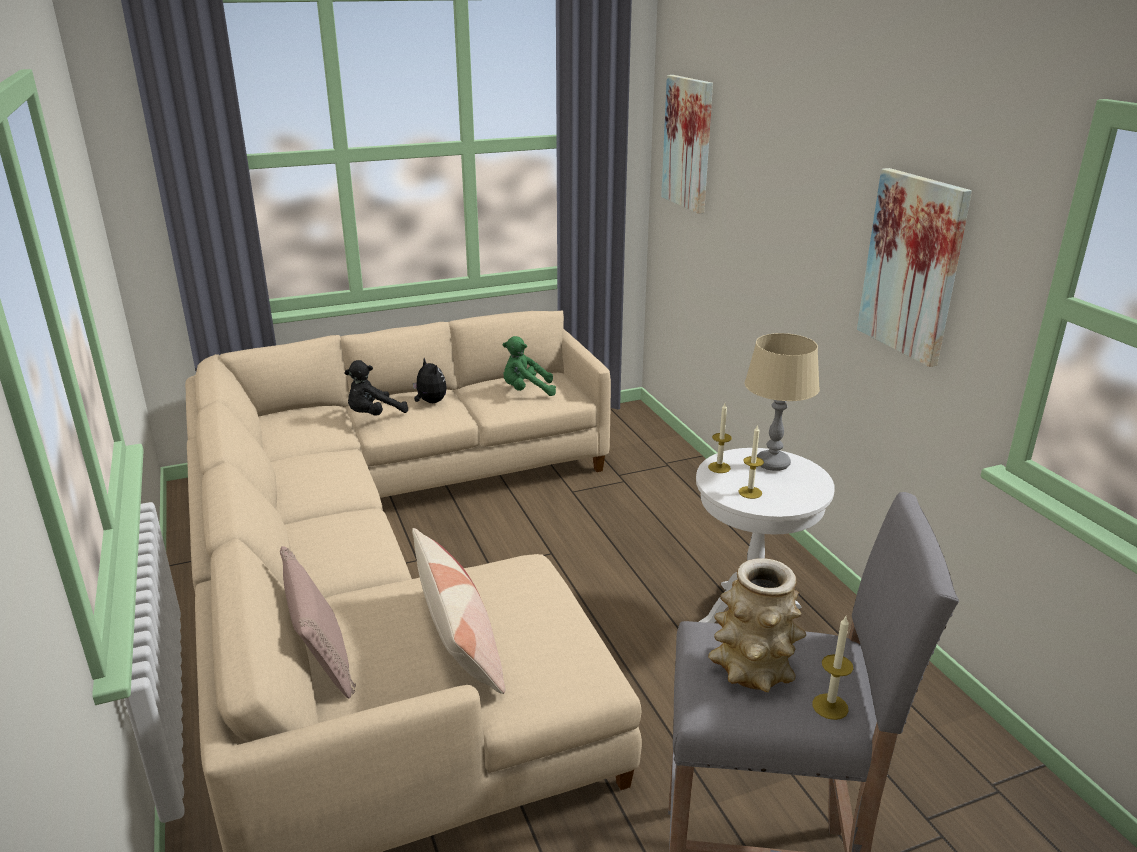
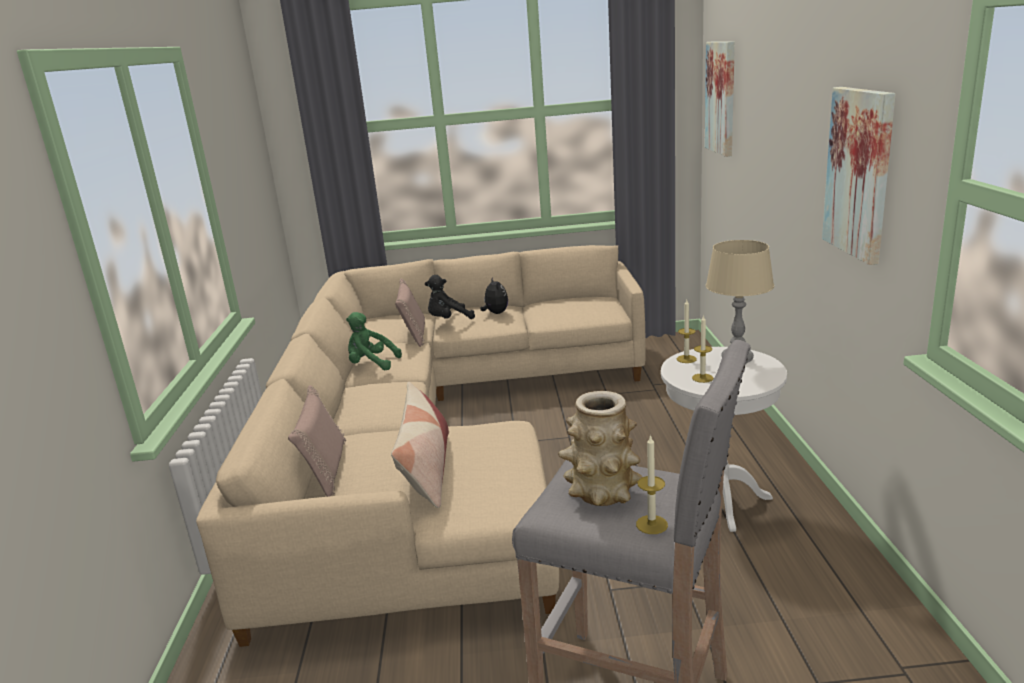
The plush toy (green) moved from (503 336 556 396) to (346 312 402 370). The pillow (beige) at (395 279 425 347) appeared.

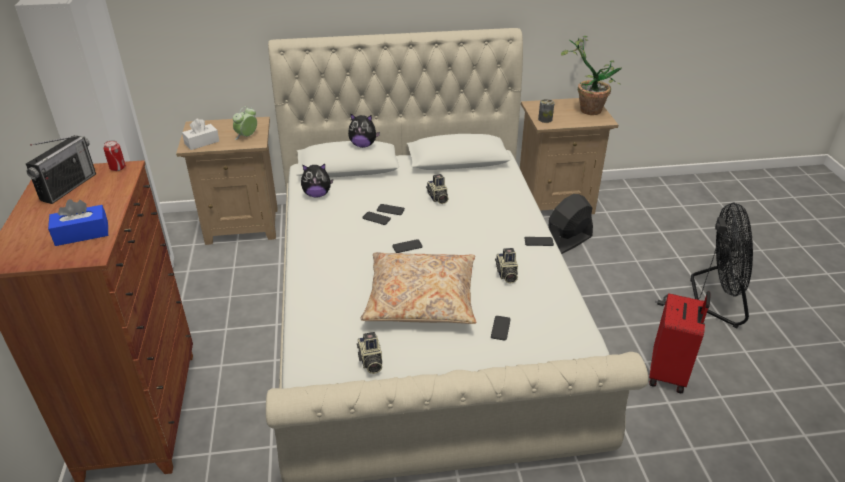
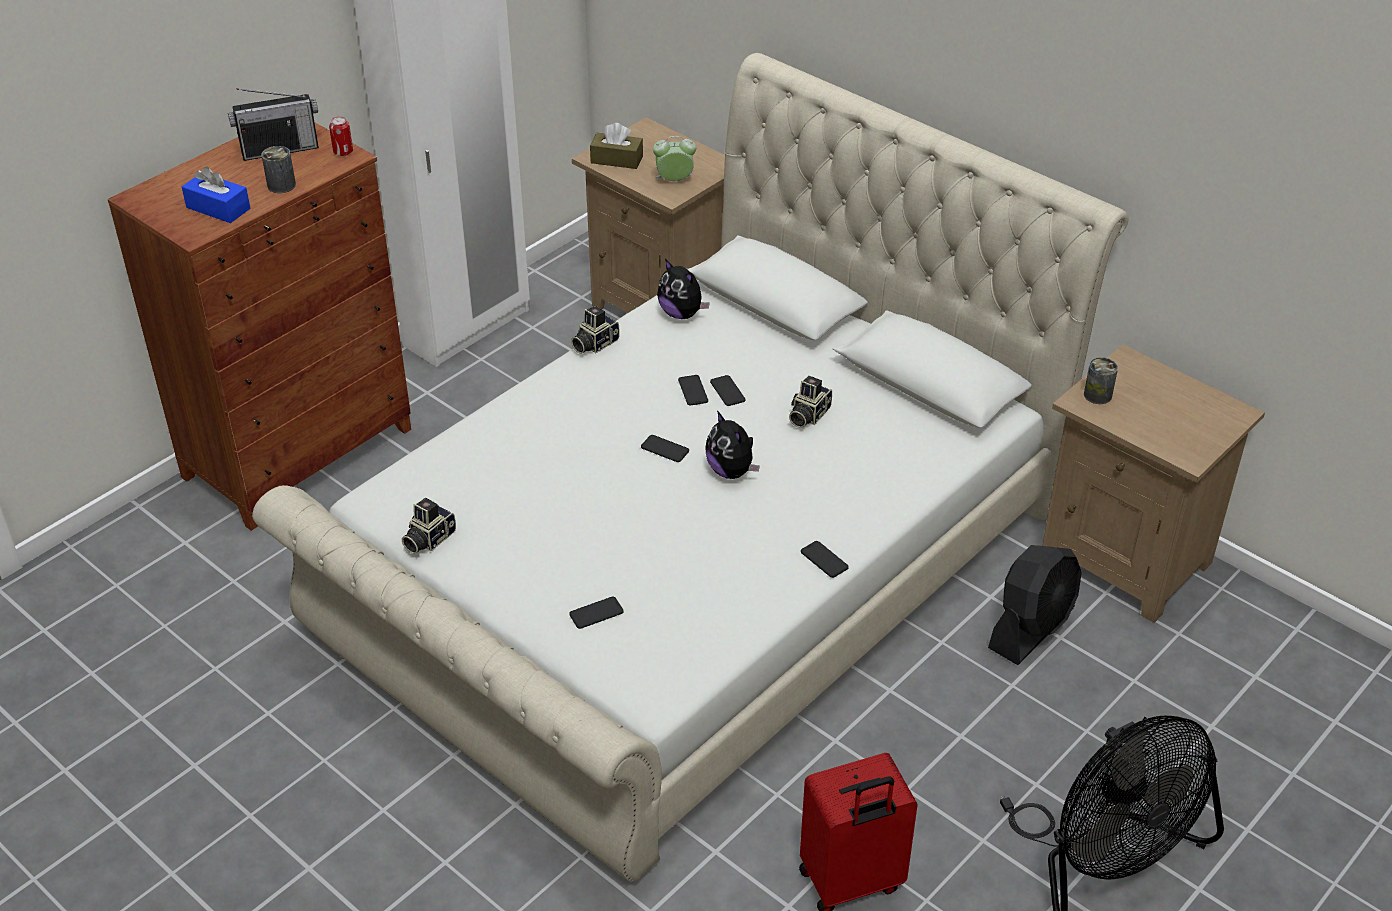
The potted plant at (561 36 622 115) disappeared. The plush toy moved from (348 114 380 148) to (705 410 760 479). The tissue box (white) at (182 118 219 150) became the tissue box (brown) at (590 123 643 169). The fan (black) at (549 194 593 254) turned 120 degrees clockwise. The photo camera moved from (495 248 518 284) to (571 305 620 354). The pillow (beige) at (360 252 476 324) disappeared. The can at (261 146 296 193) appeared.

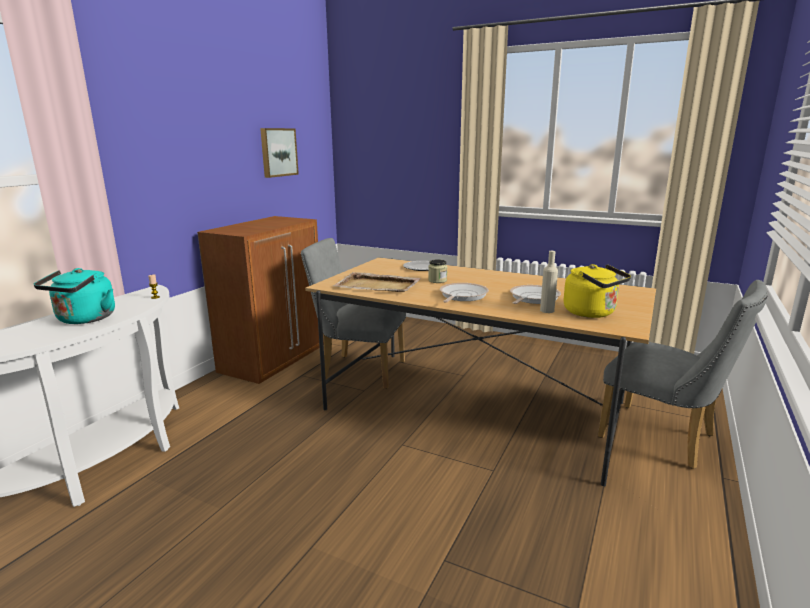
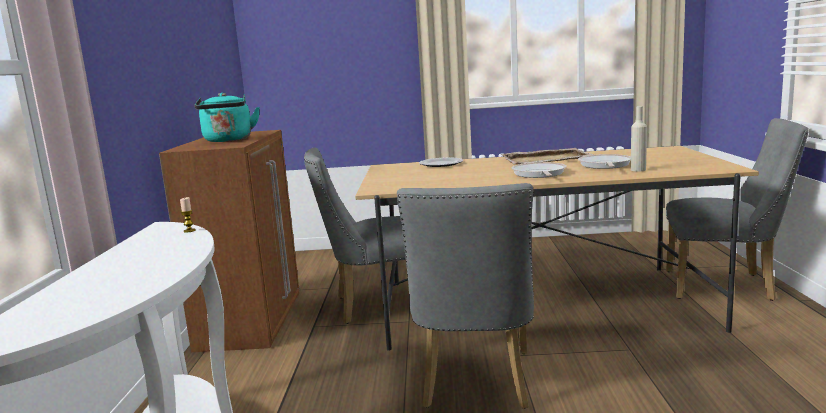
The picture at (260 128 299 178) disappeared. The jar at (428 259 447 283) disappeared. The kettle (yellow) at (563 264 631 318) disappeared. The kettle (turquoise) moved from (34 268 115 324) to (195 93 260 142). The tray (beige) moved from (333 272 421 292) to (500 148 594 164). The chair (grey) at (397 183 534 409) appeared.

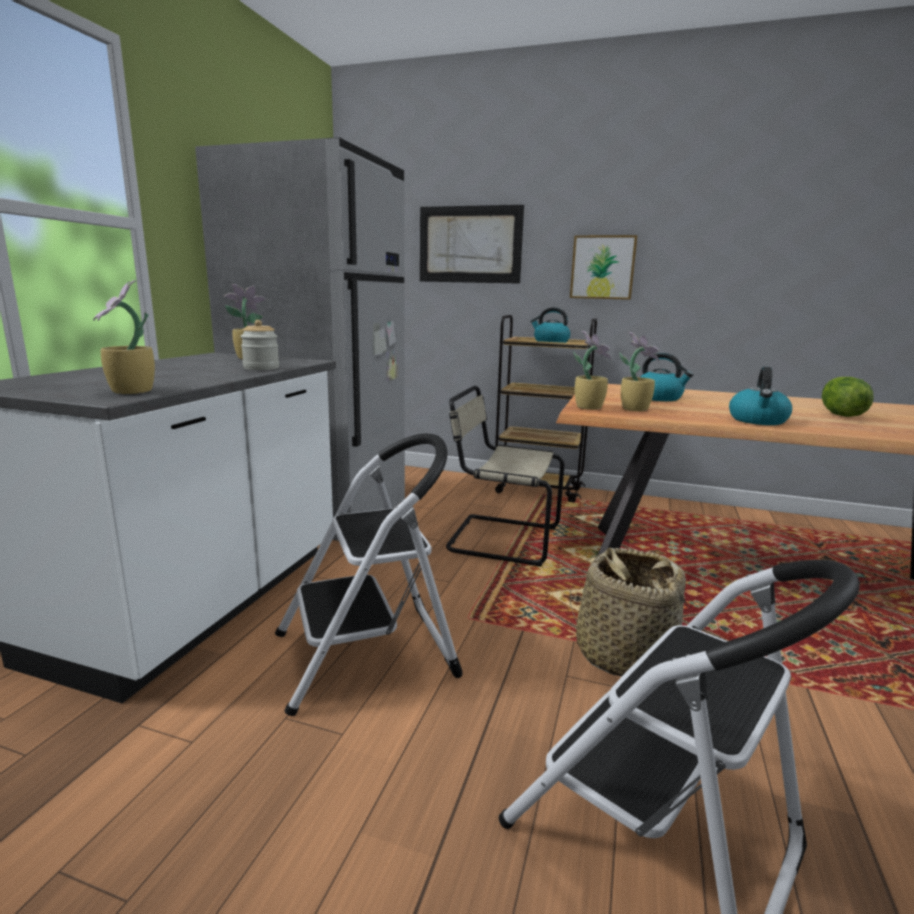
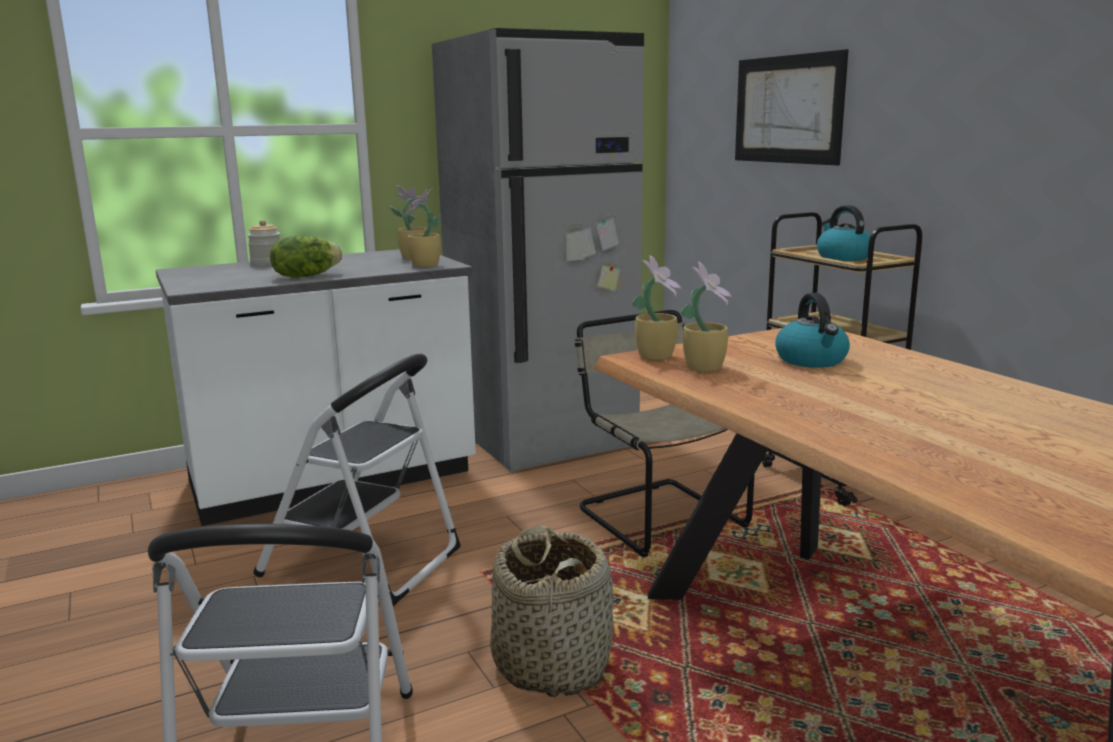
The picture at (570 235 638 300) disappeared. The potted plant moved from (93 280 155 394) to (403 189 441 267). The jar moved from (240 320 279 370) to (247 220 280 265). The kettle at (729 367 792 425) disappeared. The lettuce moved from (822 377 874 417) to (270 235 342 277).

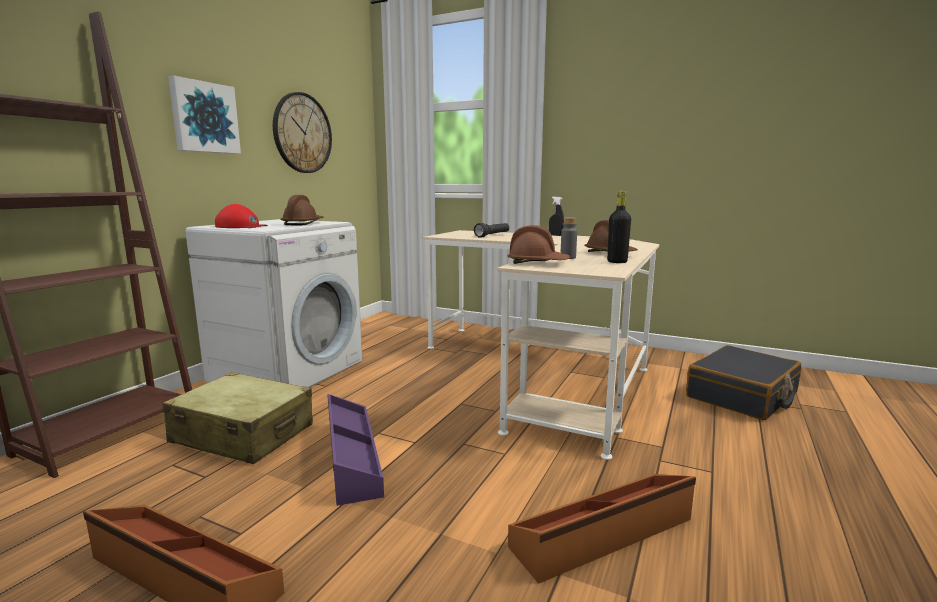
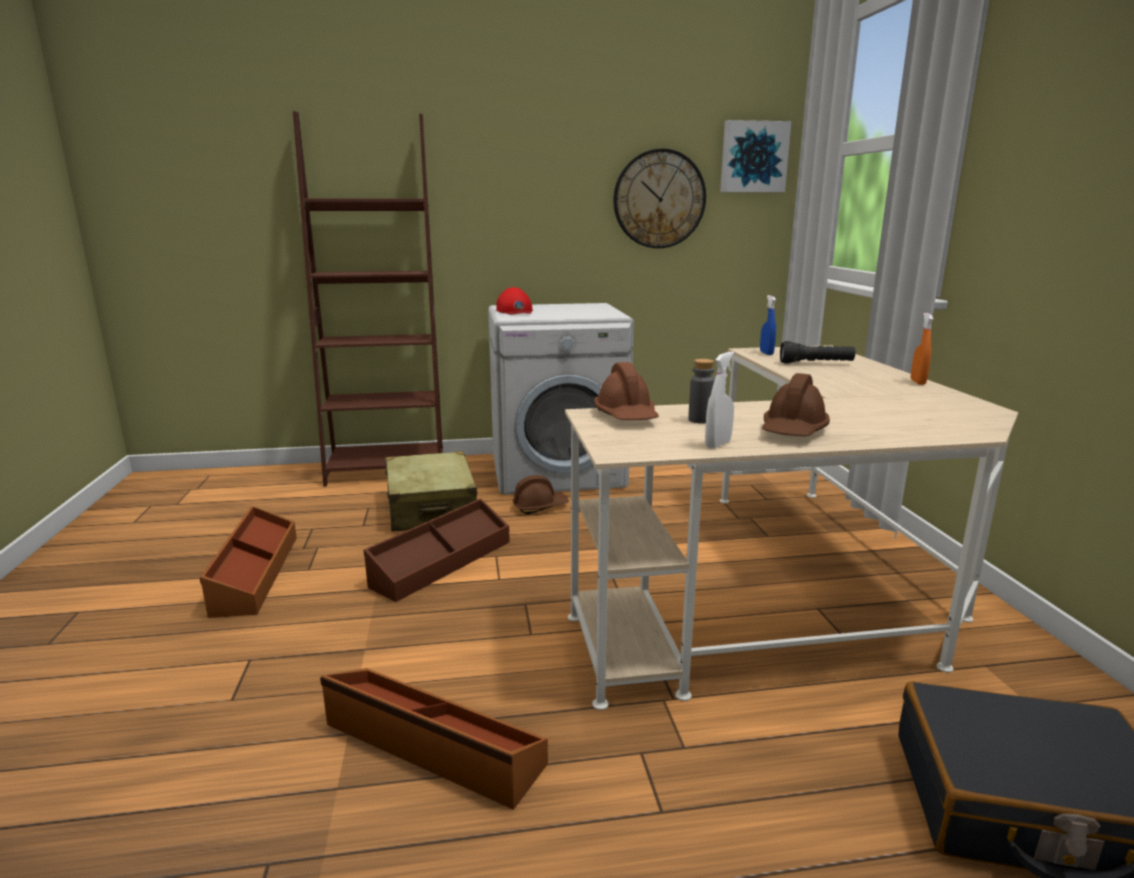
The picture moved from (168 76 241 154) to (720 120 792 192). The bottle (black) at (607 191 631 263) was replaced by the spray bottle (white) at (705 352 734 448). The hard hat (brown) moved from (280 195 324 225) to (513 475 569 514). The spray bottle (black) at (549 196 564 236) became the spray bottle (orange) at (911 313 933 385). The storage box (purple) at (328 394 384 506) became the storage box (brown) at (364 498 510 602). The spray bottle (blue) at (760 295 776 355) appeared.

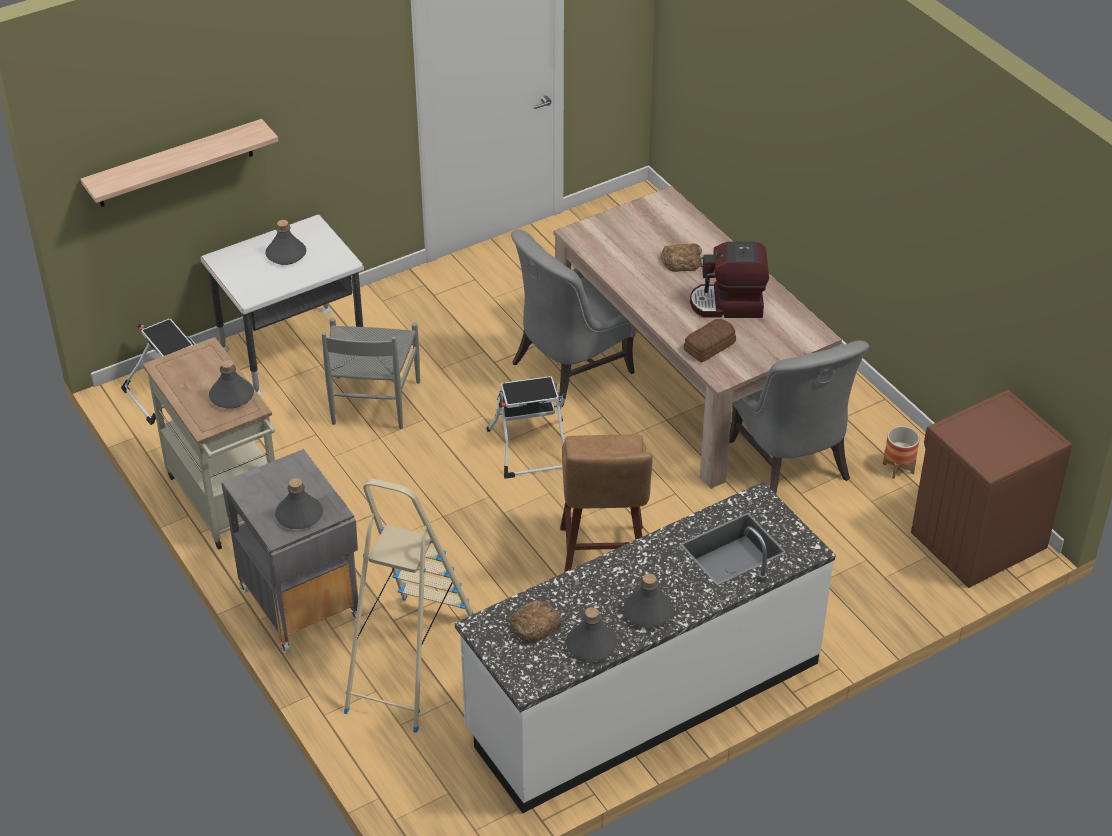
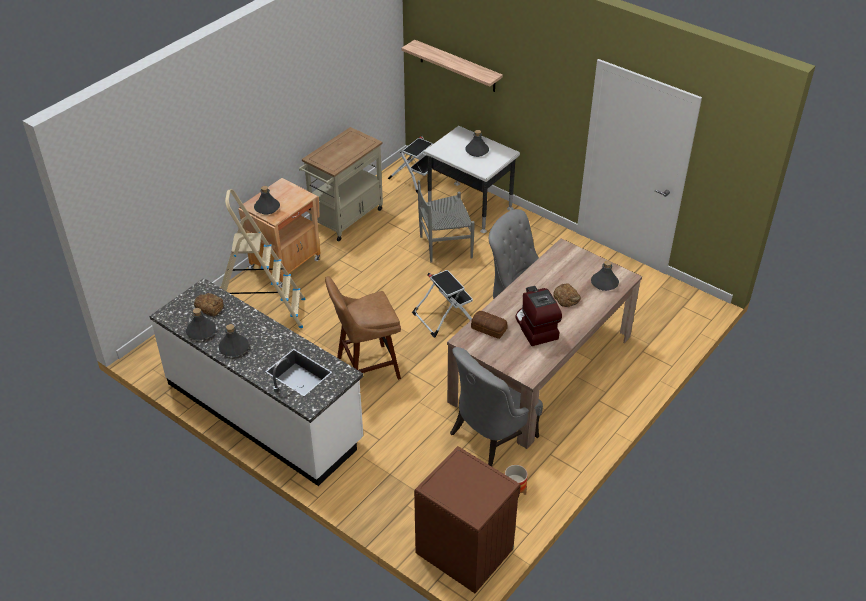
The bottle (grey) moved from (209 360 254 409) to (591 260 619 291). The cart (grey) at (221 449 362 653) became the cart (brown) at (238 178 321 288).

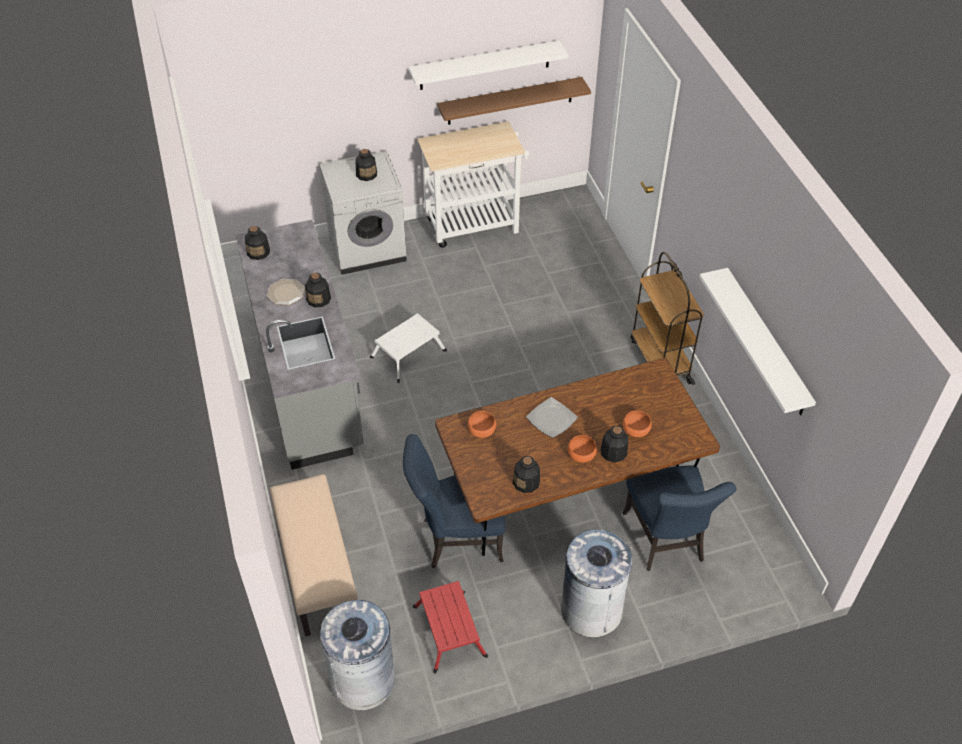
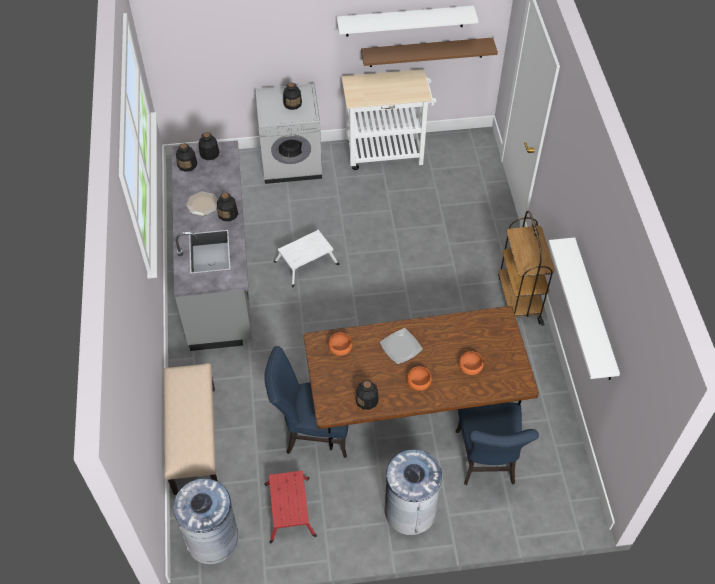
The bottle moved from (601 426 628 463) to (199 132 219 160).

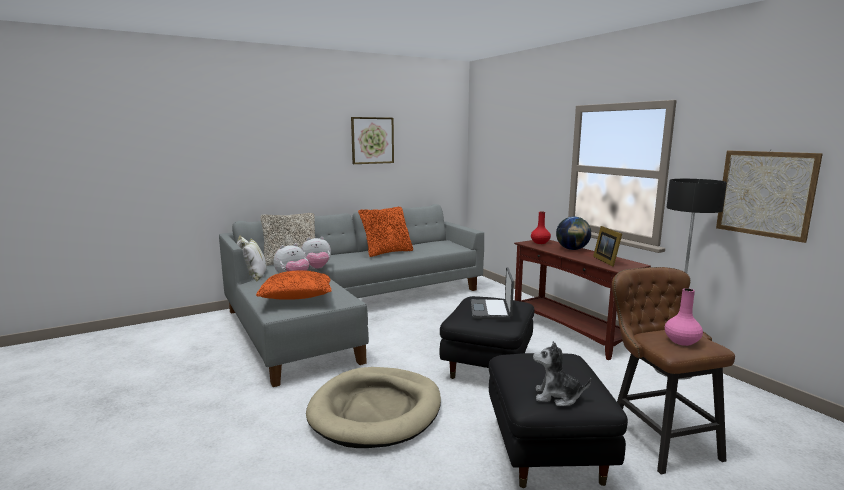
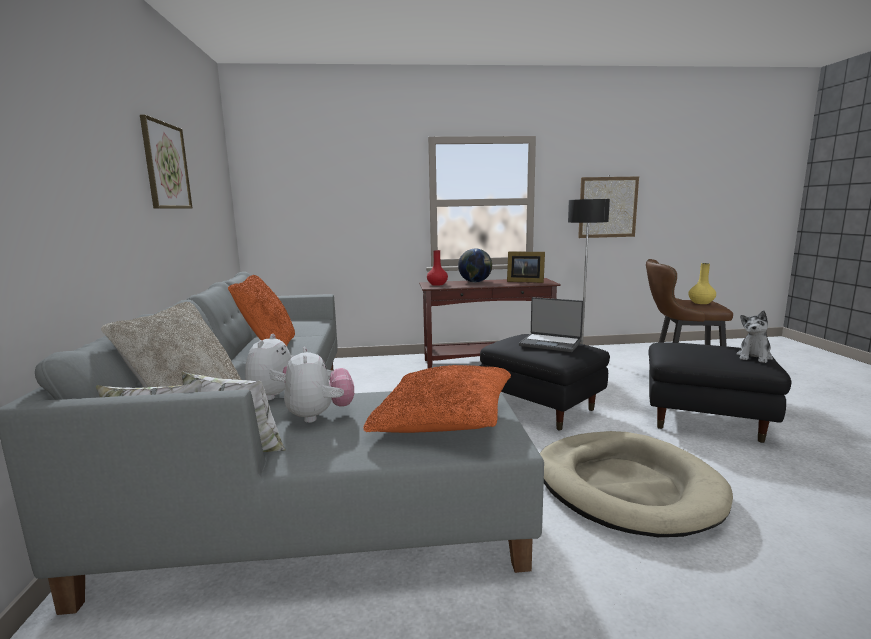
The vase (pink) at (665 288 703 346) became the vase (yellow) at (688 263 716 304).

